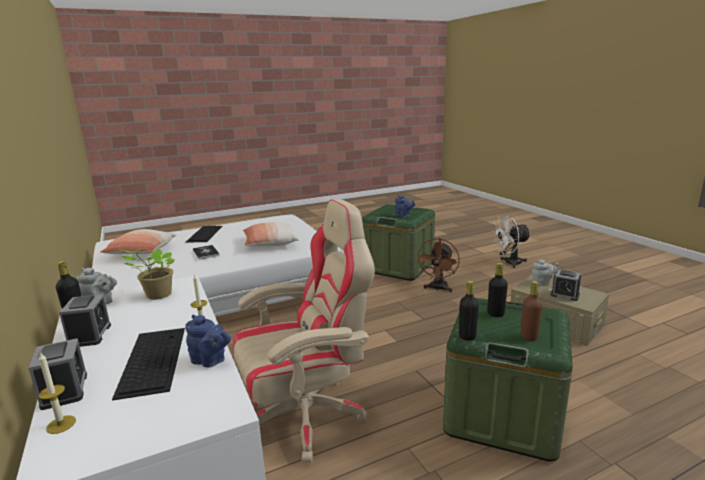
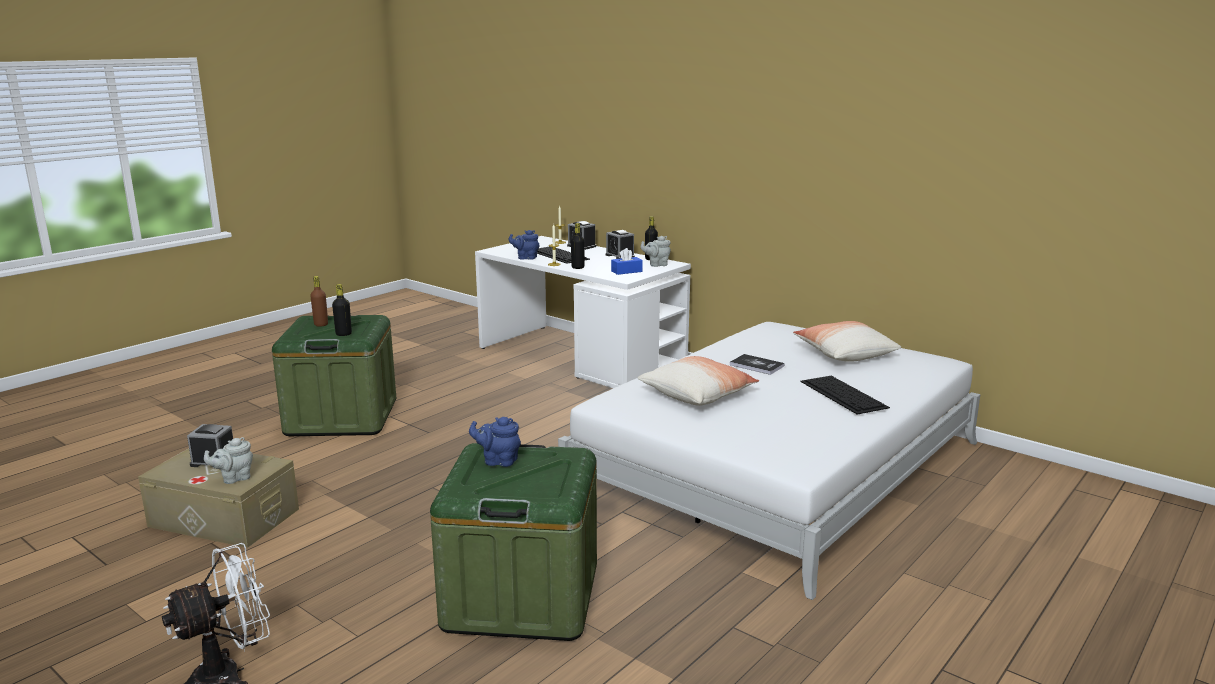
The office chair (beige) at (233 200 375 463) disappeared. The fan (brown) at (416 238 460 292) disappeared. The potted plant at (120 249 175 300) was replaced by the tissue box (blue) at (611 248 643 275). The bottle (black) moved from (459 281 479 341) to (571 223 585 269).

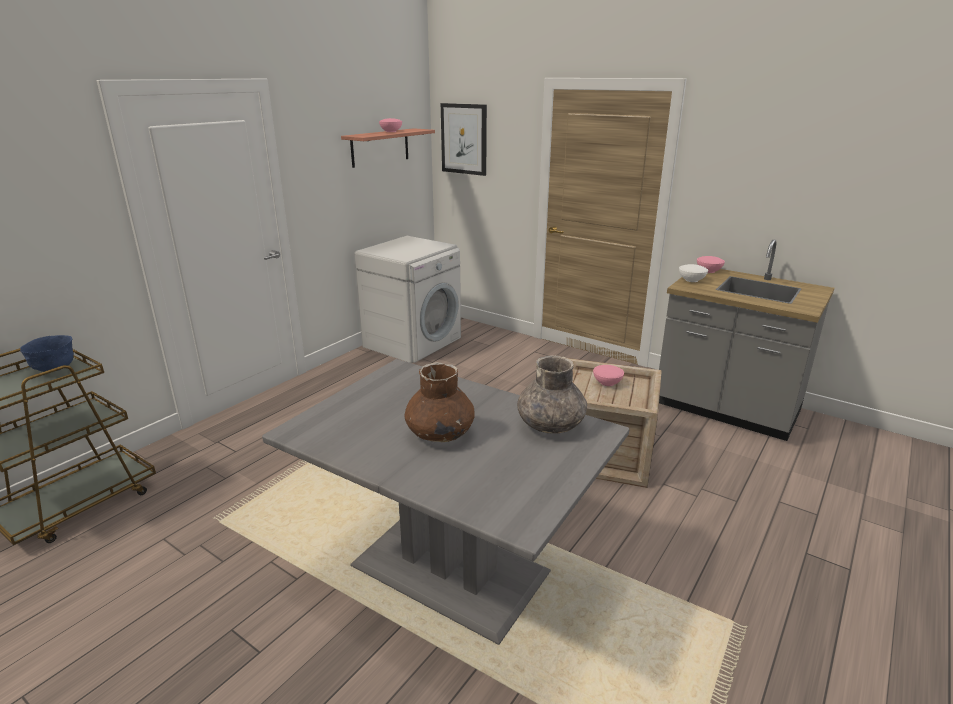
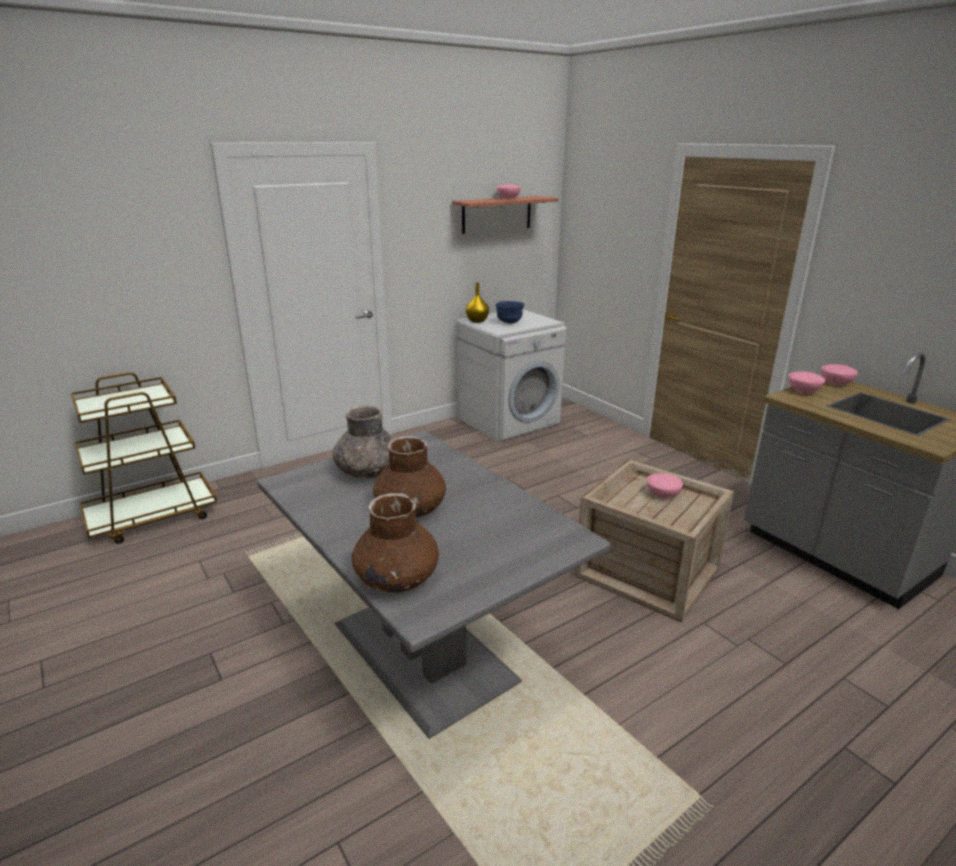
The picture at (441 103 487 176) disappeared. The bowl (white) at (679 264 708 282) became the bowl (pink) at (788 371 825 394). The bowl (blue) moved from (20 335 74 372) to (496 301 524 323). The vase (grey) moved from (517 355 587 434) to (333 405 393 479). The vase (yellow) at (466 283 489 323) appeared. The vase (brown) at (352 493 439 593) appeared.

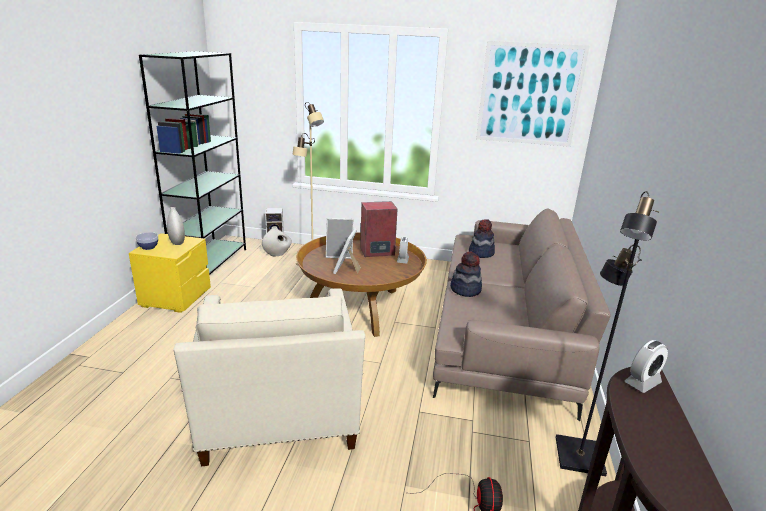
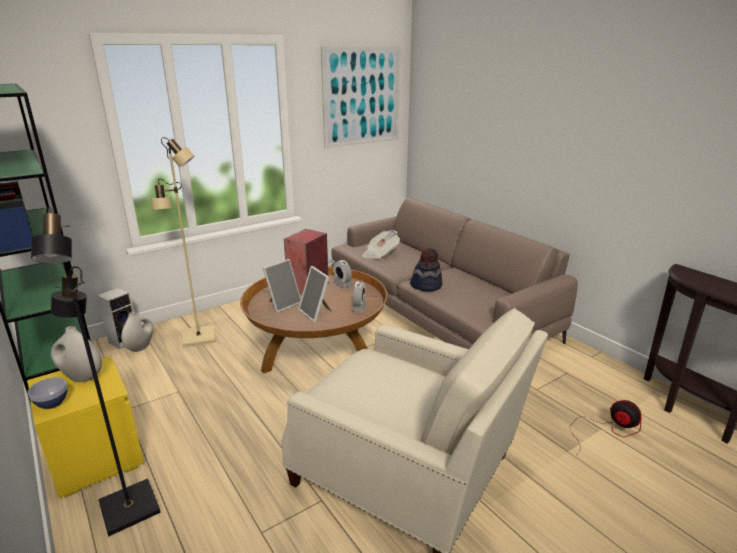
The floor lamp (black) moved from (556 191 659 476) to (31 206 161 537). The hat at (469 219 495 258) was replaced by the newspaper at (362 230 400 259). The alarm clock moved from (625 340 668 393) to (351 281 367 312).

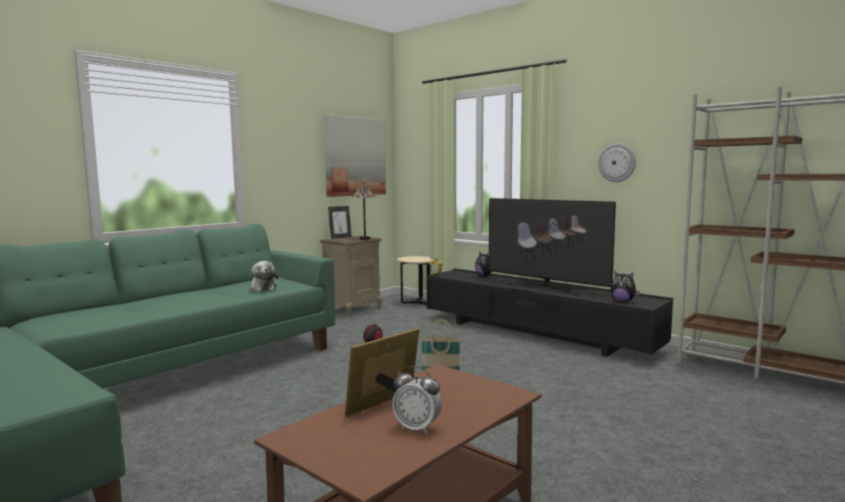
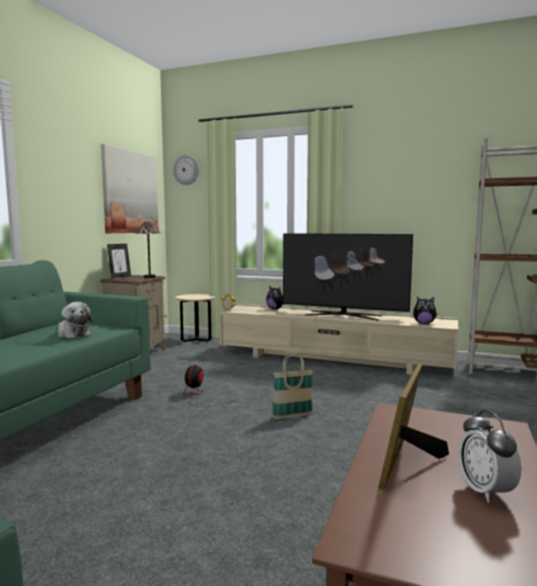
The wall clock moved from (598 143 636 182) to (173 155 199 185). The tv stand (black) at (427 268 673 357) became the tv stand (beige) at (219 304 459 375). The alarm clock at (392 366 442 434) turned 75 degrees clockwise.

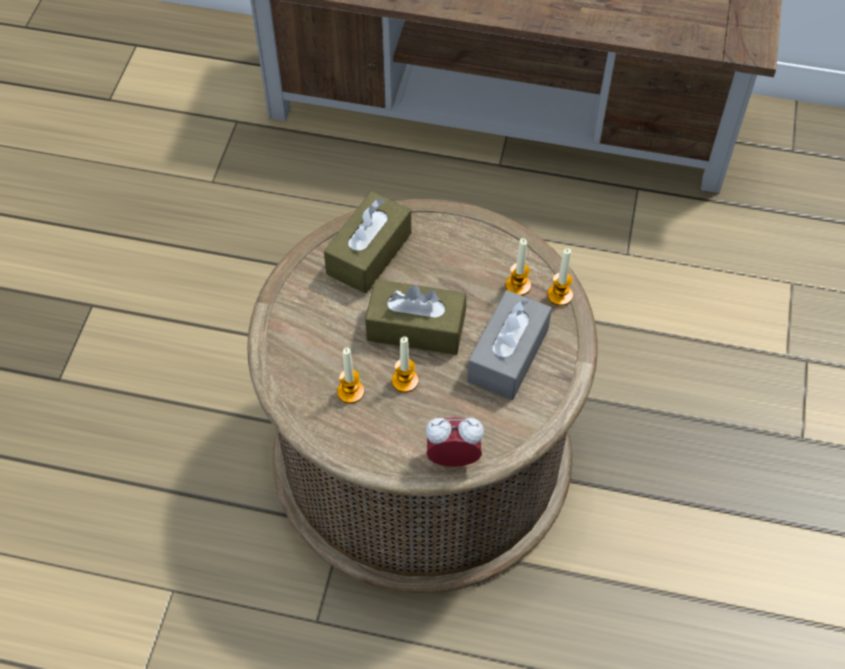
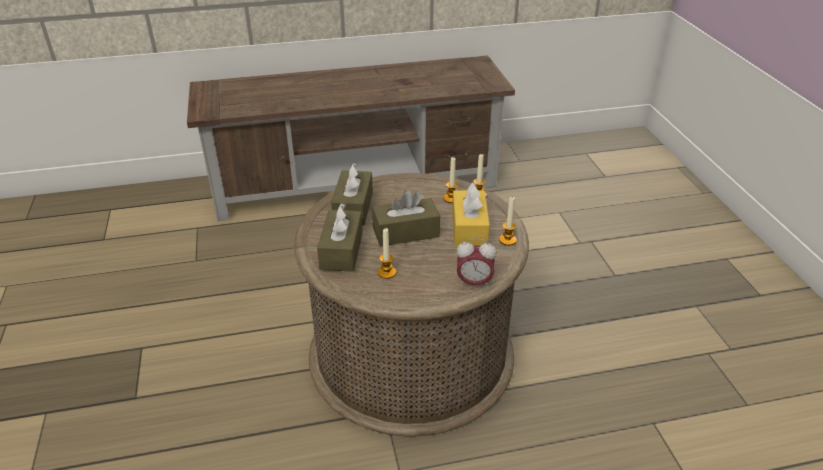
The tissue box (grey) at (467 290 552 400) became the tissue box (yellow) at (452 183 490 247). The candle moved from (392 337 419 392) to (499 197 517 246). The alarm clock at (425 417 484 467) turned 150 degrees counterclockwise. The tissue box (brown) at (317 203 363 272) appeared.

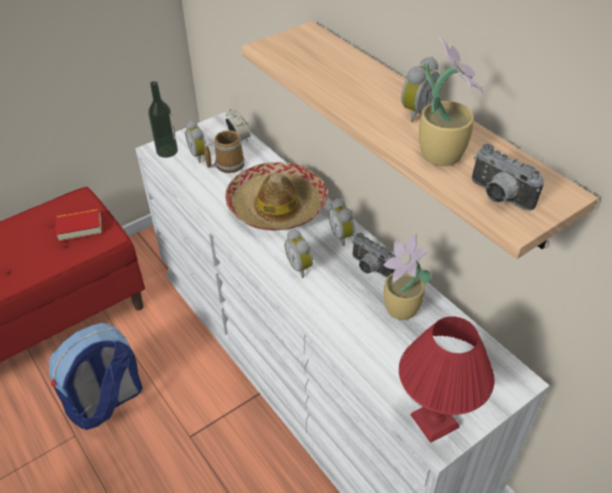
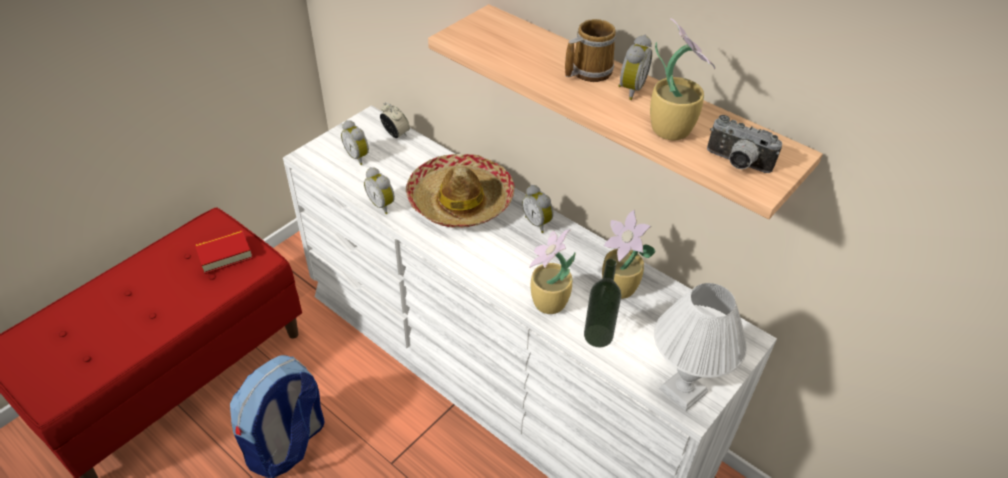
The bottle moved from (148 81 178 158) to (584 259 621 348). The mug moved from (204 130 245 173) to (565 19 616 82). The alarm clock moved from (285 229 313 278) to (364 167 395 214). The photo camera at (352 233 396 277) disappeared. The table lamp (red) at (399 316 494 443) became the table lamp (white) at (654 283 747 411). The potted plant at (529 229 576 314) appeared.

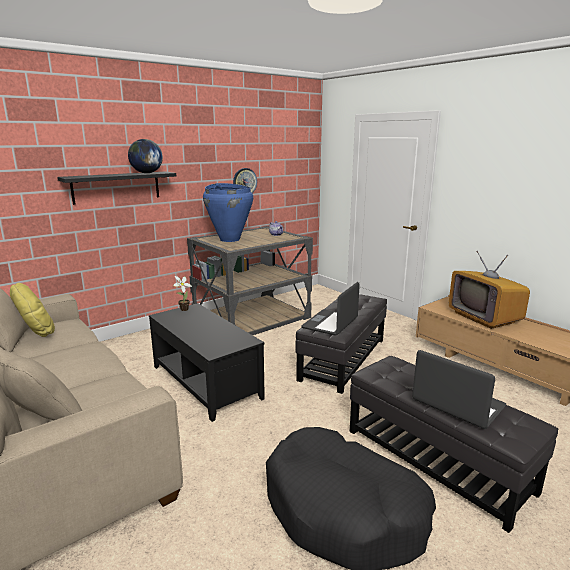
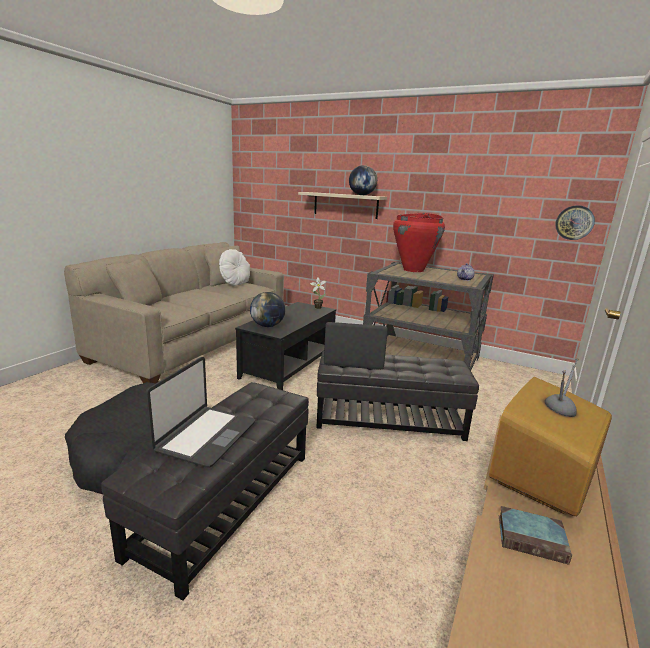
The wall clock moved from (233 168 257 193) to (555 205 595 240). The shelf (black) at (57 172 176 205) became the shelf (beige) at (298 192 387 219). The vase (blue) at (203 183 253 242) became the vase (red) at (393 213 445 272). The pillow (yellow) at (10 283 55 337) became the pillow (white) at (219 249 250 286). The globe at (250 292 286 327) appeared. The book at (499 506 572 565) appeared.

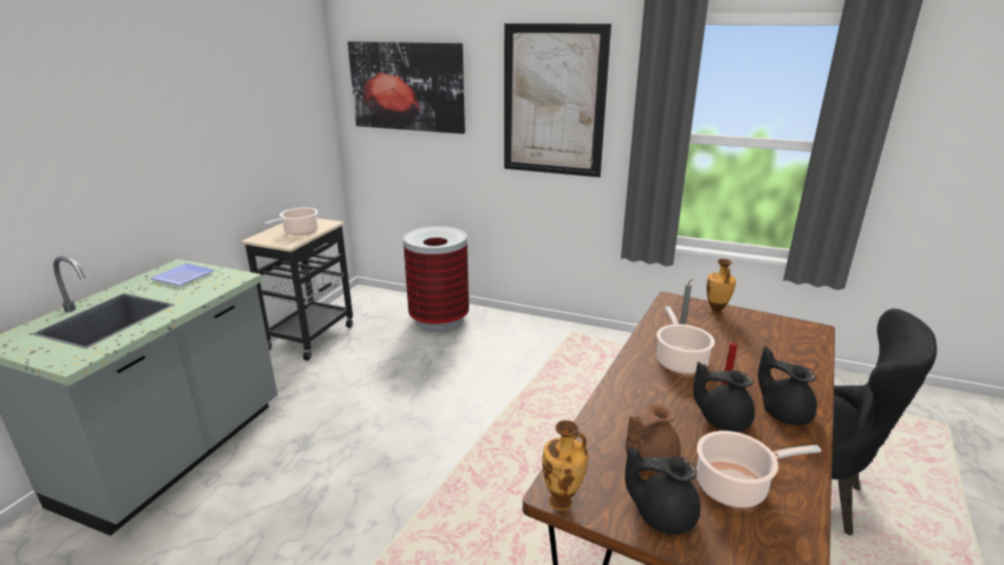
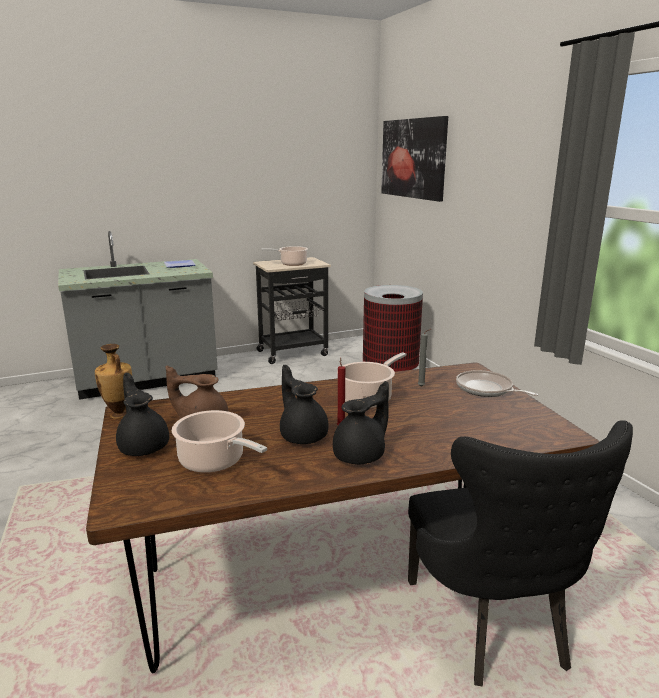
The picture at (504 23 611 177) disappeared. The vase at (707 259 736 317) was replaced by the frying pan at (456 370 538 397). The teapot (black) at (758 346 817 425) turned 45 degrees clockwise.

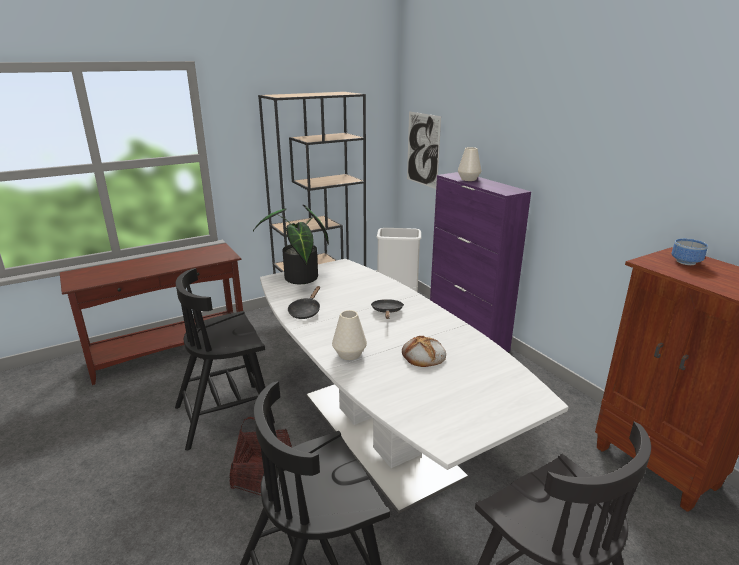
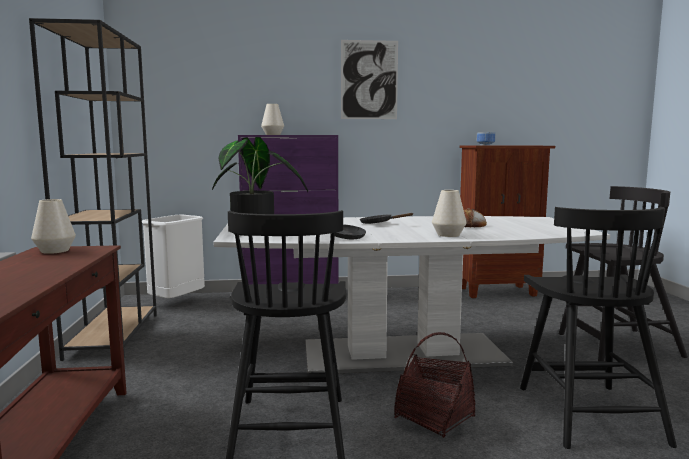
The picture moved from (407 111 441 189) to (341 40 398 119). The vase (white) at (31 199 76 254) appeared.

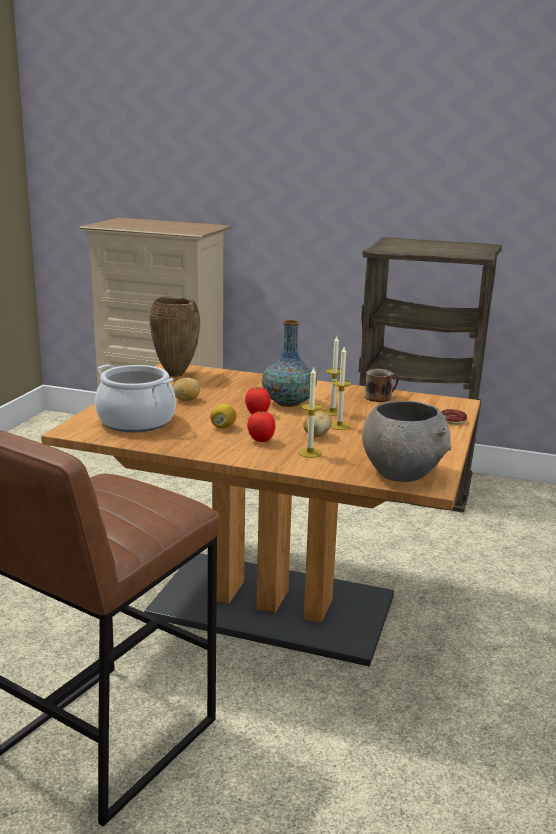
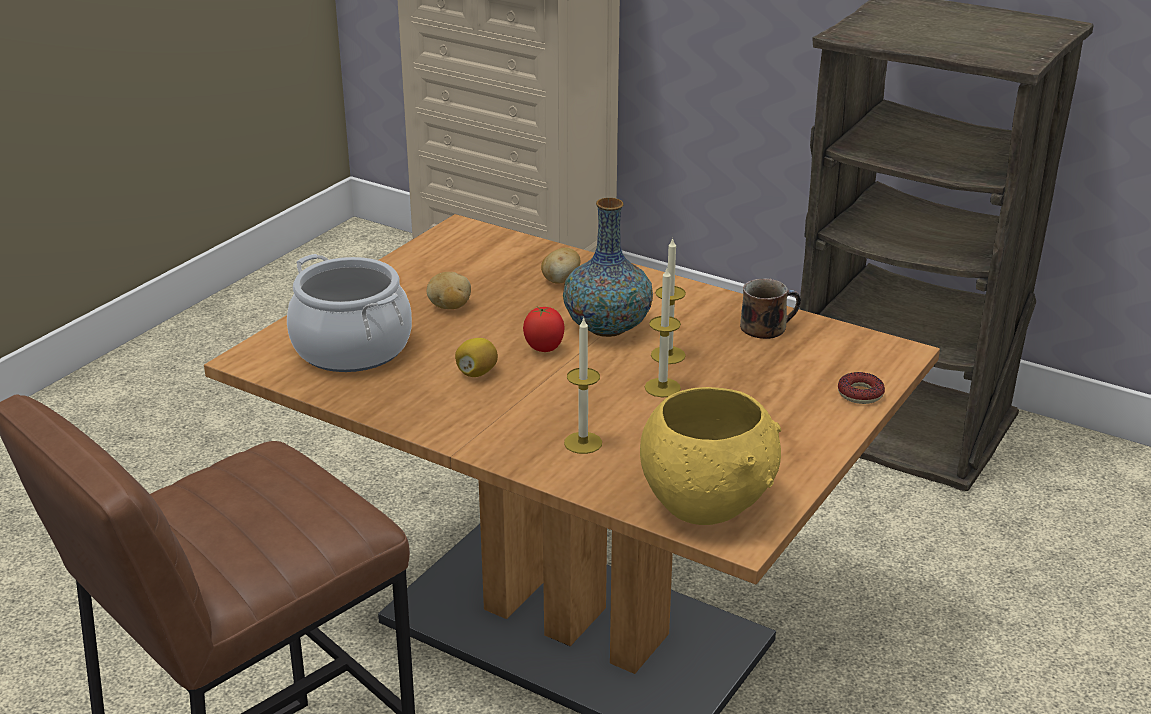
The vase (brown) at (150 296 200 377) disappeared. The bowl (grey) at (362 401 452 482) became the bowl (yellow) at (640 387 782 525). The tomato at (247 411 276 442) disappeared. The potato moved from (303 411 332 437) to (541 248 581 284).

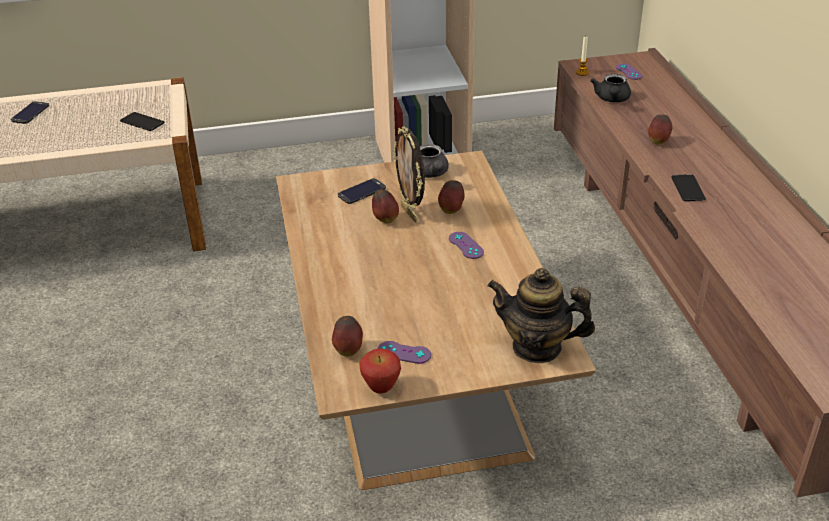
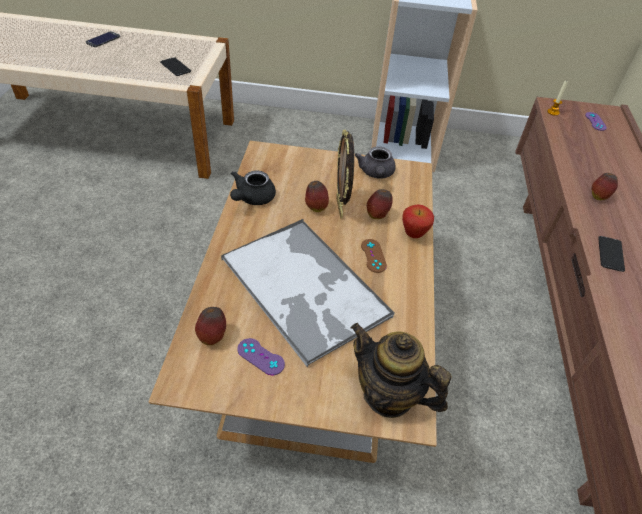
The teapot (black) moved from (590 74 631 102) to (230 170 276 205). The phone at (338 178 386 204) disappeared. The game controller (purple) at (449 232 484 259) became the game controller (brown) at (361 239 387 273). The apple moved from (359 348 401 393) to (402 204 434 238). The tray at (221 219 395 368) appeared.

